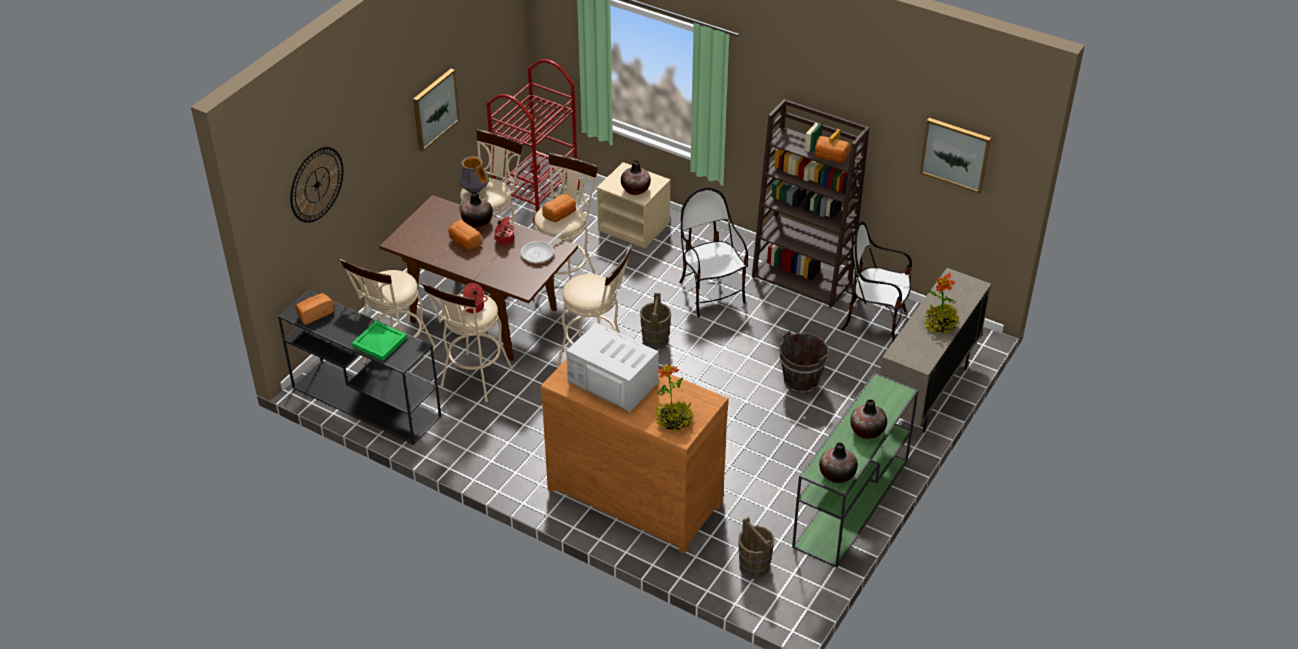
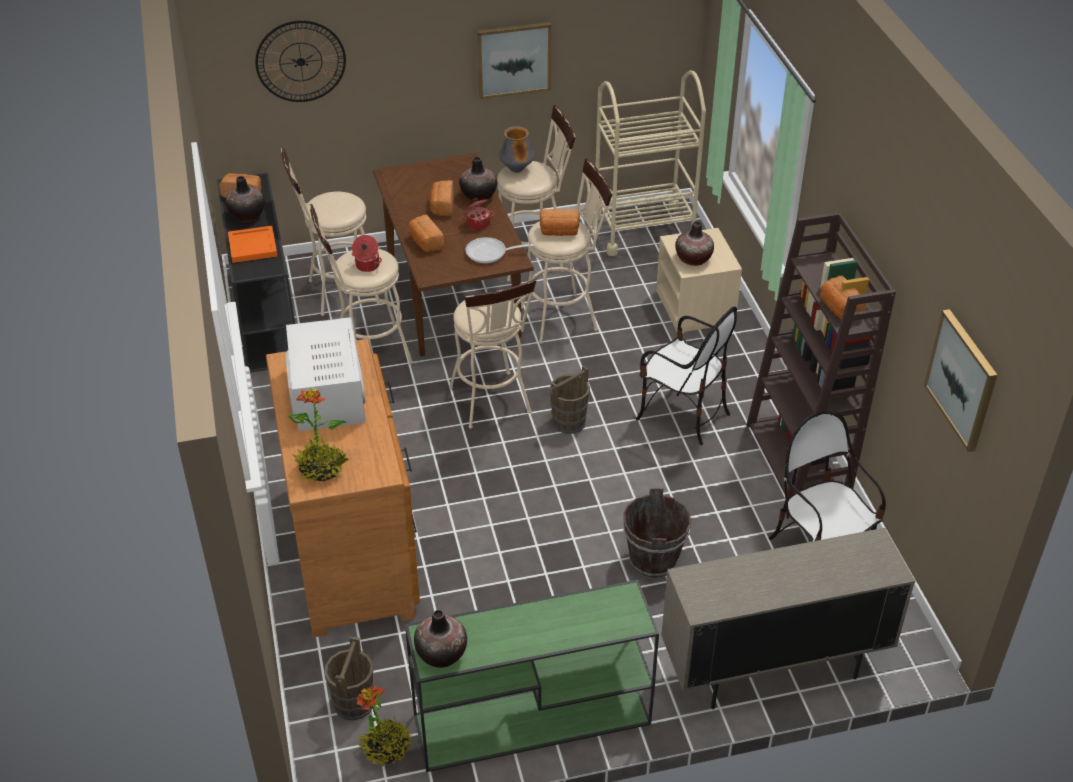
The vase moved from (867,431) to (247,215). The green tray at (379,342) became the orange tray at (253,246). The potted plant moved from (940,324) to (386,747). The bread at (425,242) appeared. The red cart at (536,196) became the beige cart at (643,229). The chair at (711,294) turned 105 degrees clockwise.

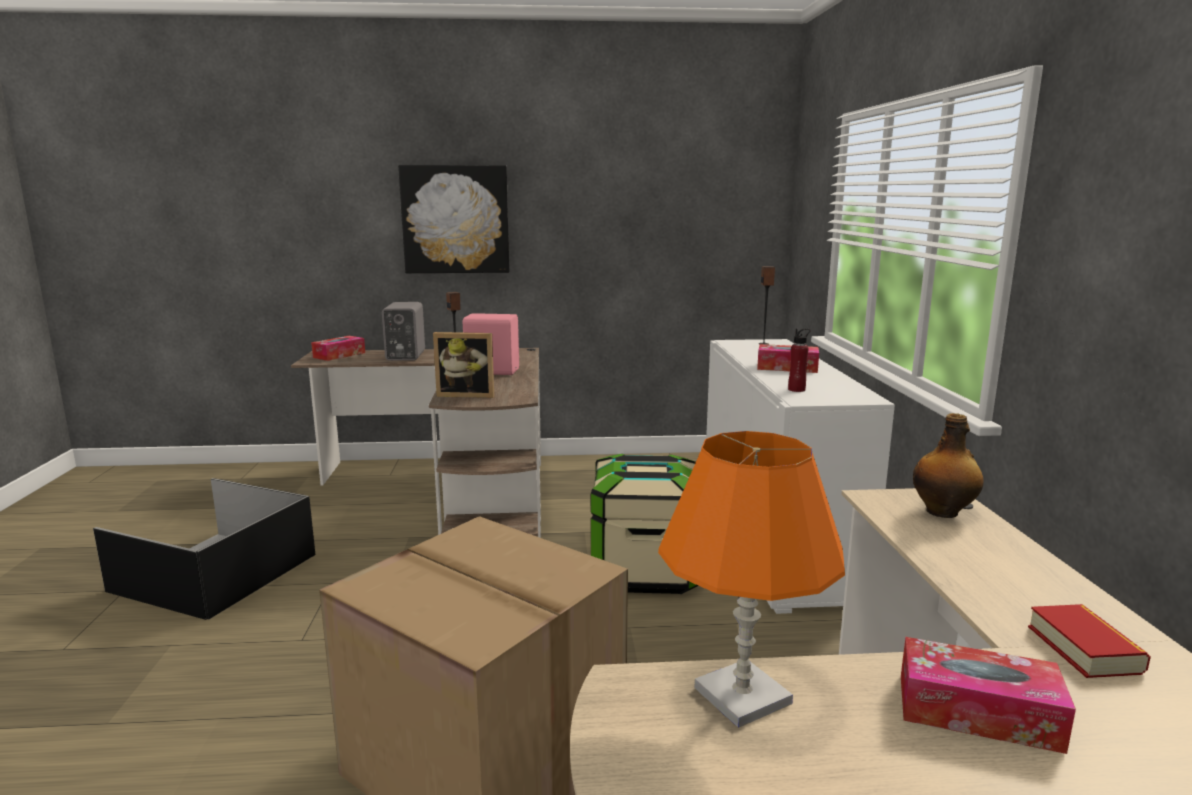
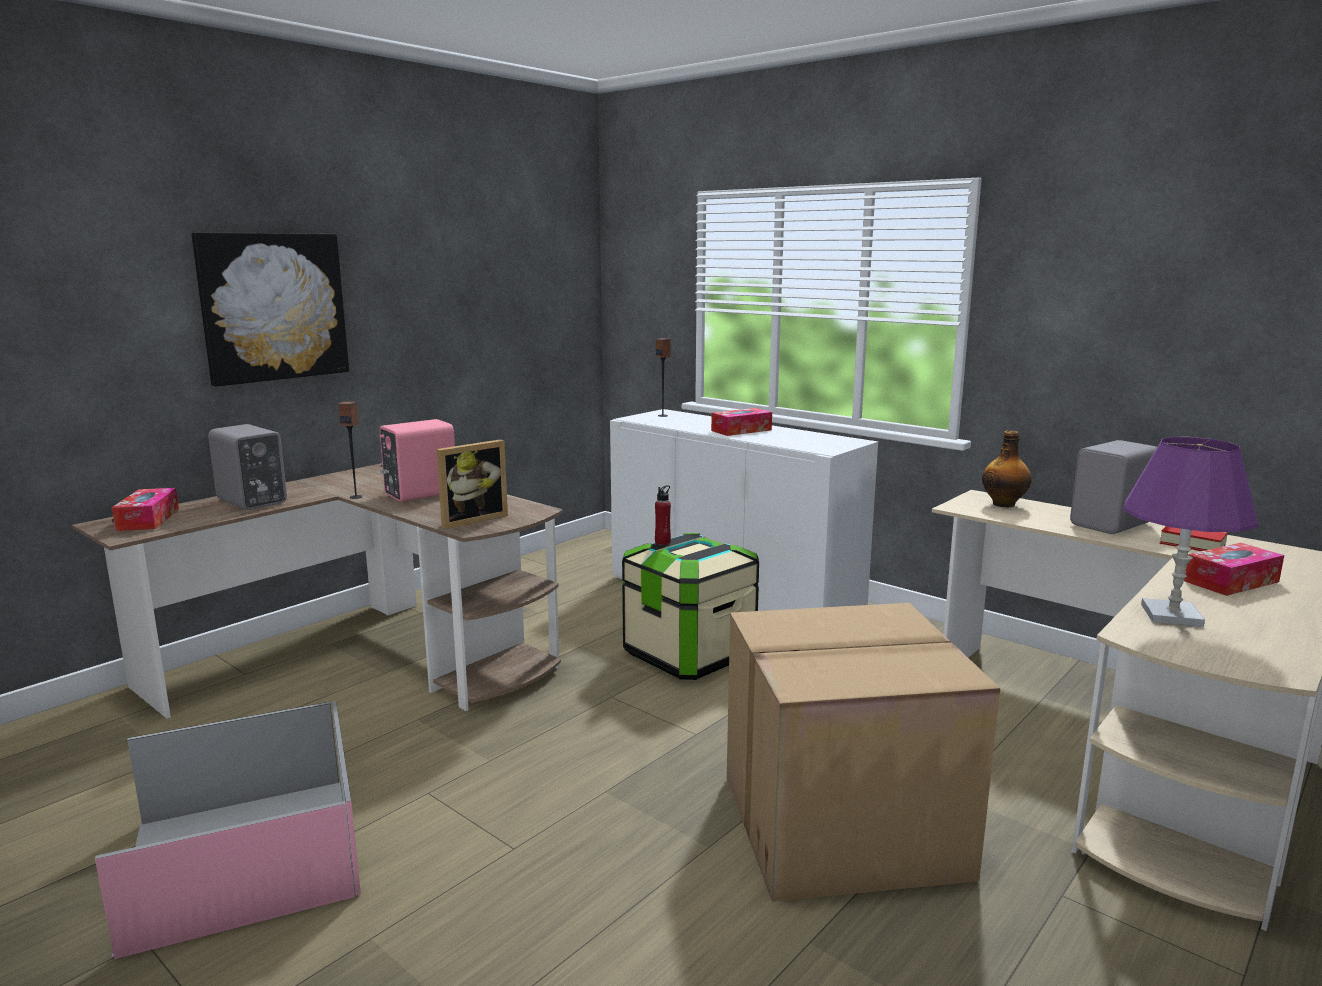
The black storage box at (217,571) became the pink storage box at (244,855). The red bottle moved from (796,389) to (662,542). The grey speaker at (1112,524) appeared. The orange table lamp at (742,696) became the purple table lamp at (1172,615).

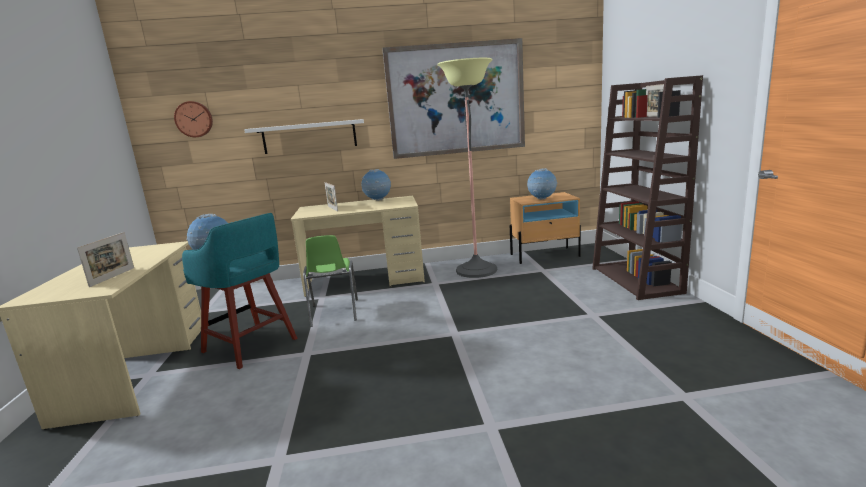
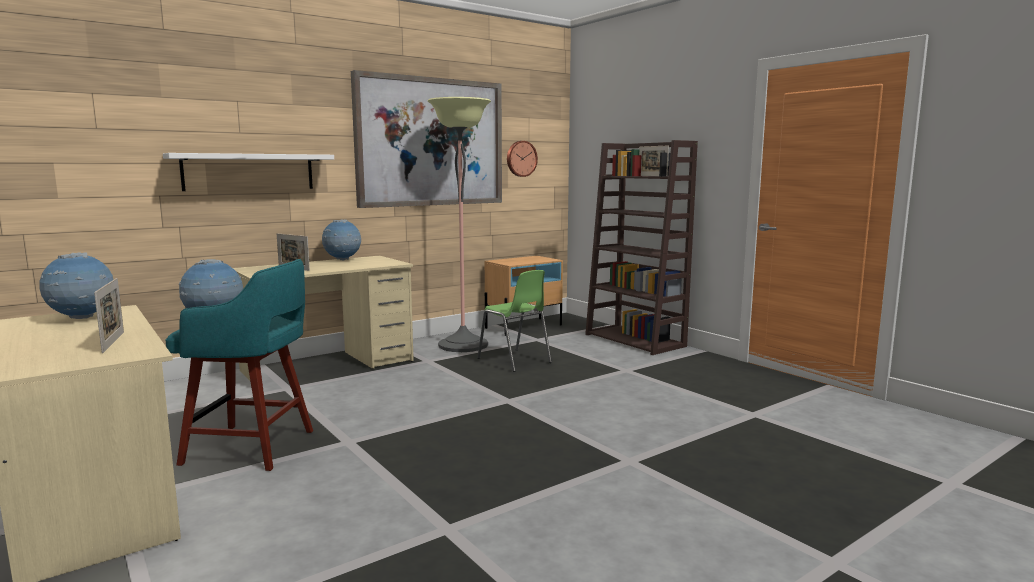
The globe moved from (542,199) to (82,319). The green chair moved from (334,313) to (515,361). The wall clock moved from (194,119) to (521,158).

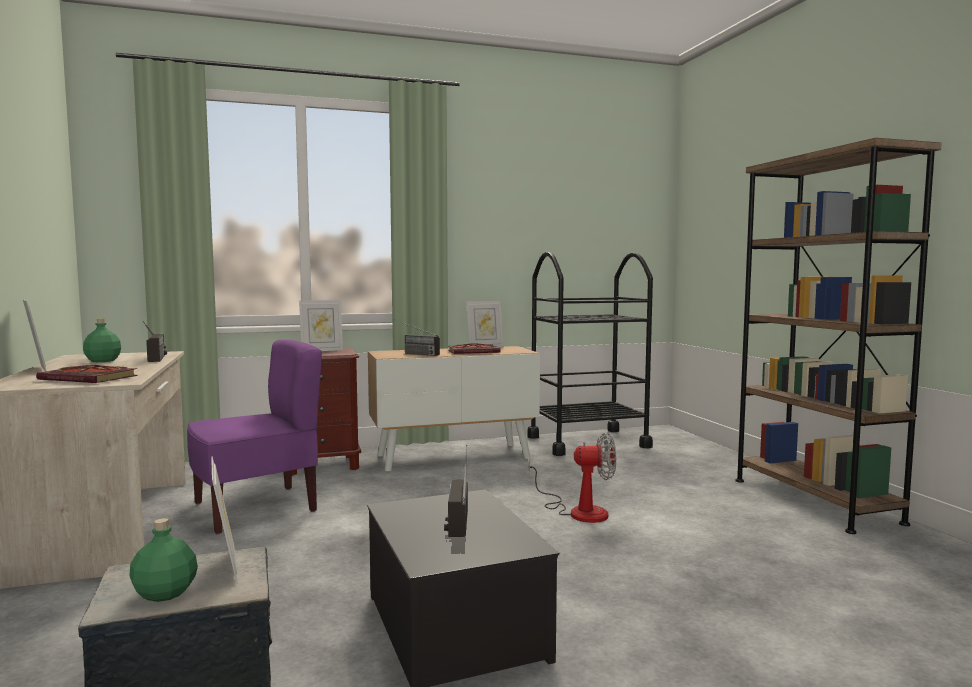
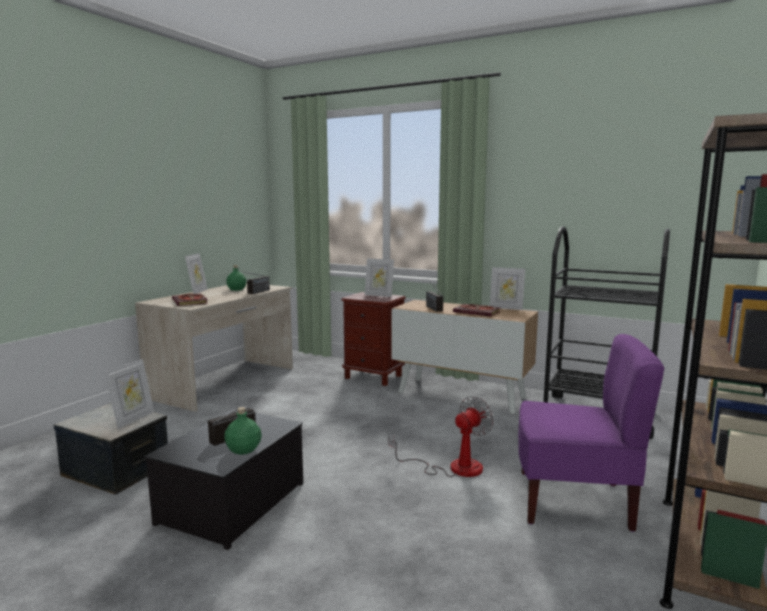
The green bottle moved from (165,593) to (244,449). The fan at (578,511) turned 90 degrees counterclockwise. The purple chair moved from (256,508) to (574,501).

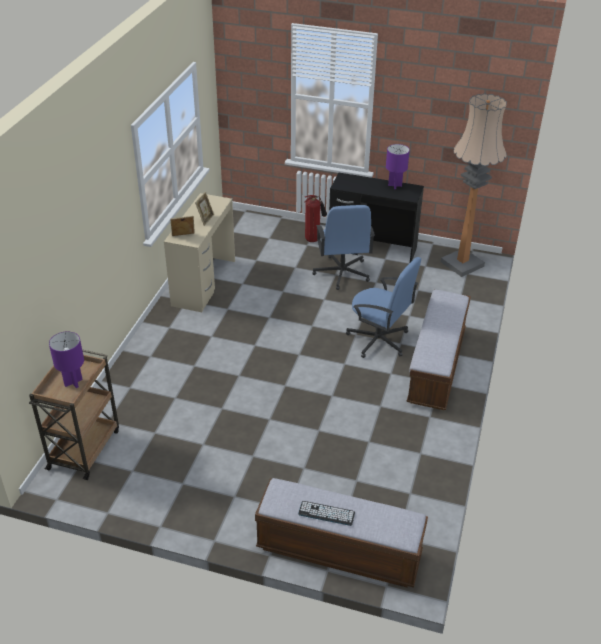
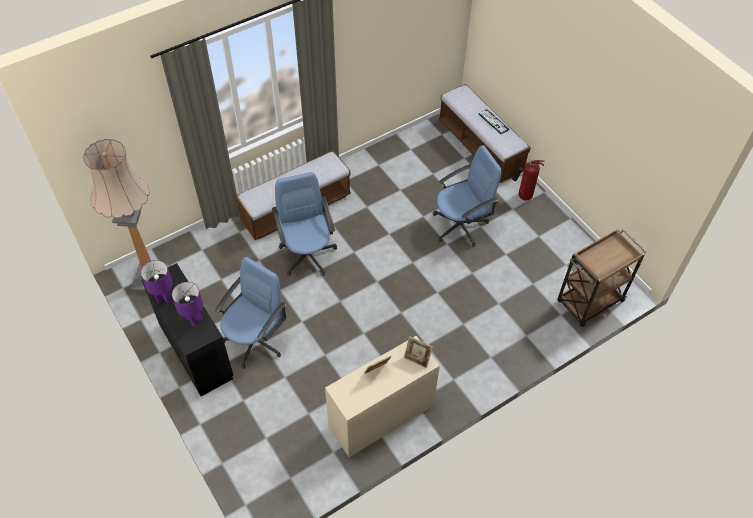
The purple table lamp moved from (73,382) to (194,319). The blue office chair at (461,225) appeared. The fire extinguisher moved from (313,239) to (523,196).

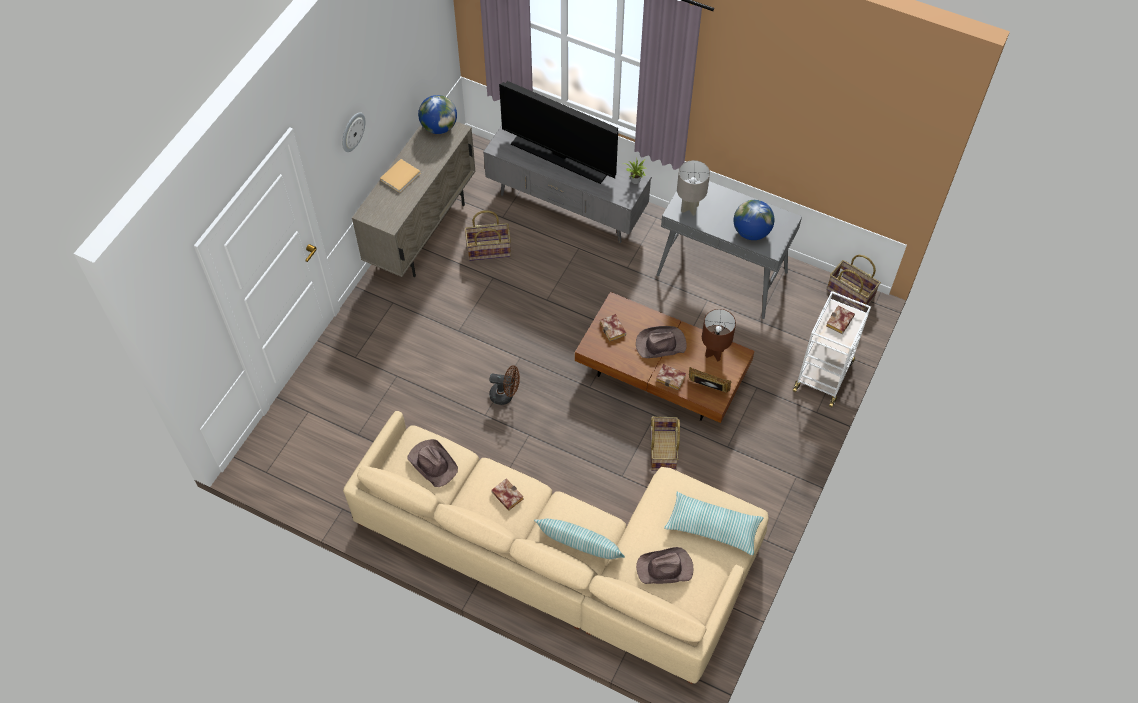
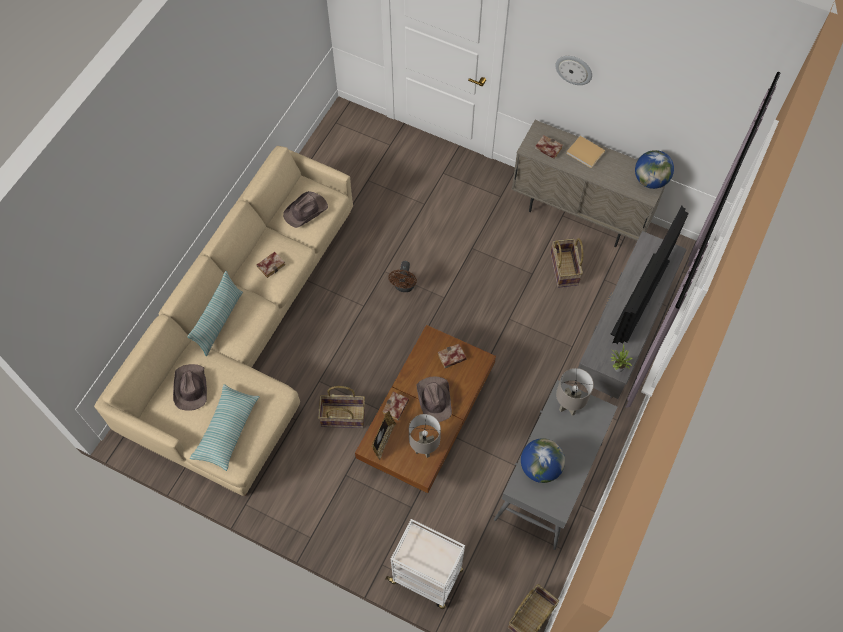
The brown table lamp at (714,353) became the grey table lamp at (424,449). The book moved from (840,323) to (547,148).

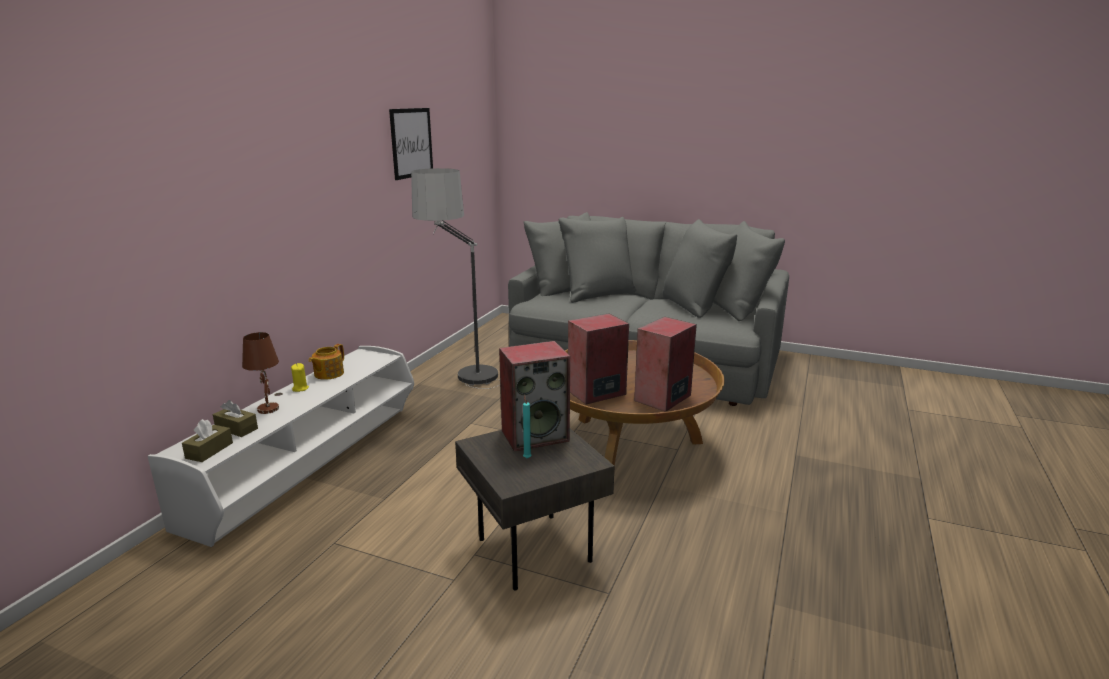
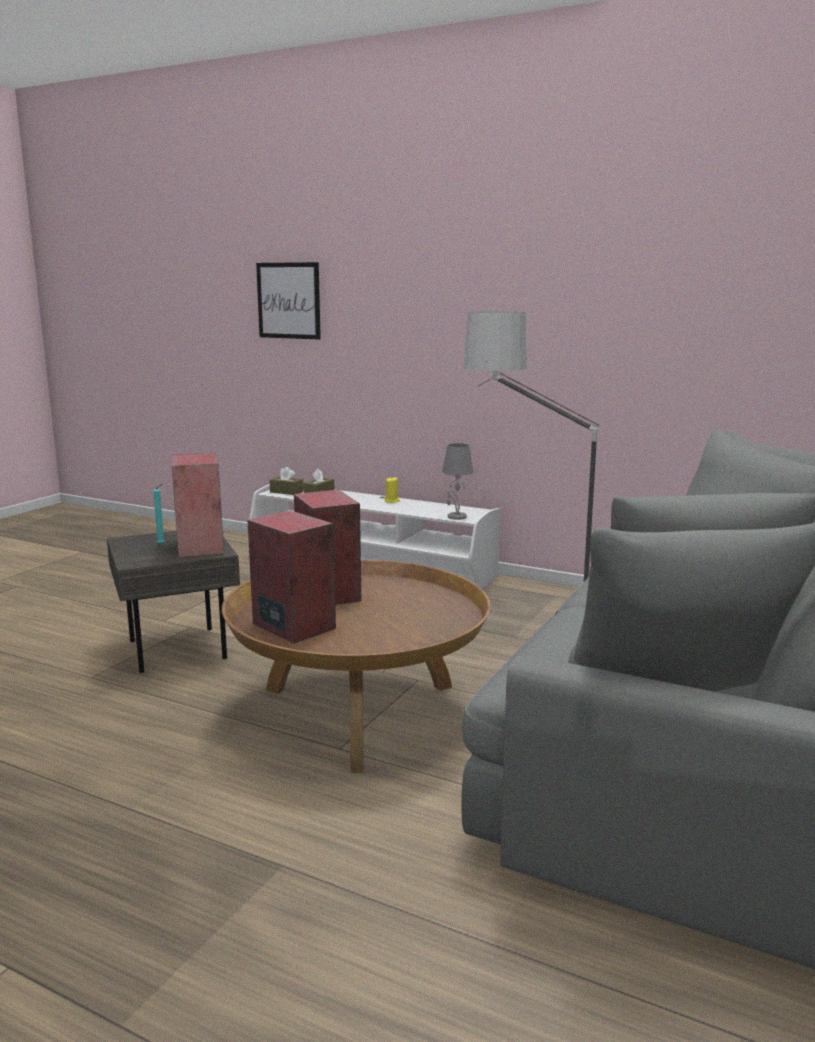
The picture moved from (411,143) to (288,300). The grey table lamp at (456,517) appeared. The brown table lamp at (268,409) disappeared. The teapot at (328,374) disappeared.

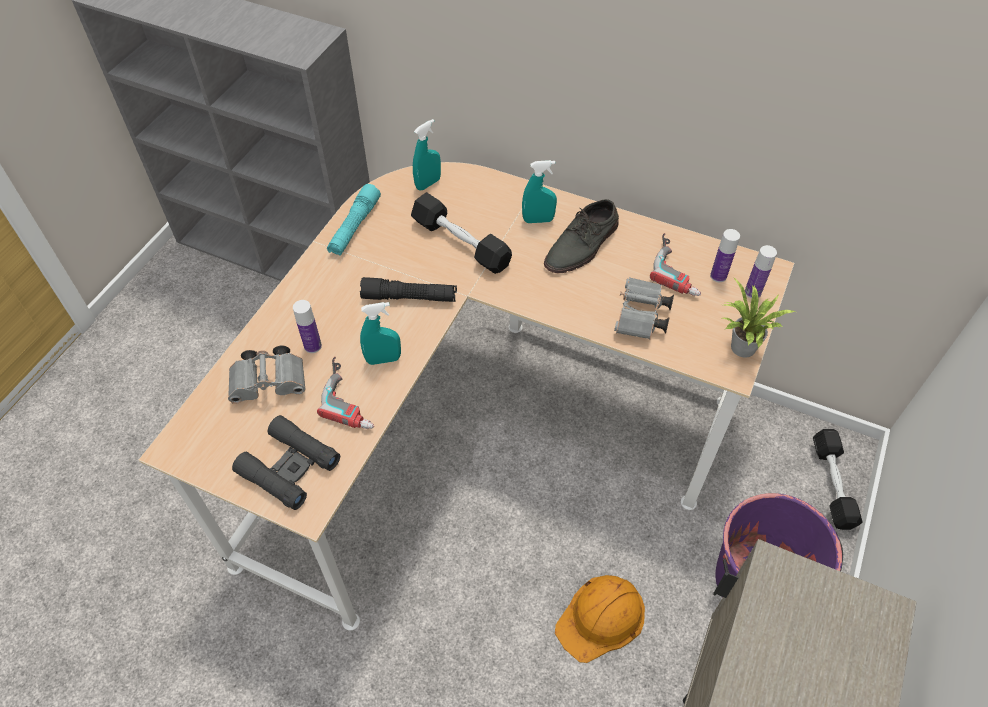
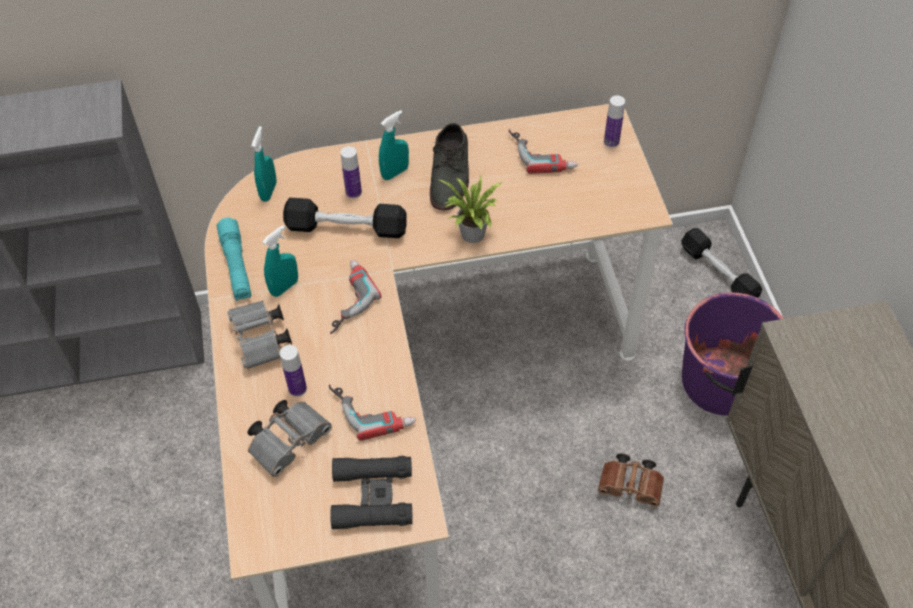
The grey binoculars moved from (640,318) to (261,342). The turquoise spray bottle moved from (383,359) to (284,287). The black flashlight at (409,297) was replaced by the power drill at (344,299). The bottle moved from (718,276) to (353,192). The potted plant moved from (740,349) to (472,236). The orange hard hat at (601,618) was replaced by the brown binoculars at (632,486).

